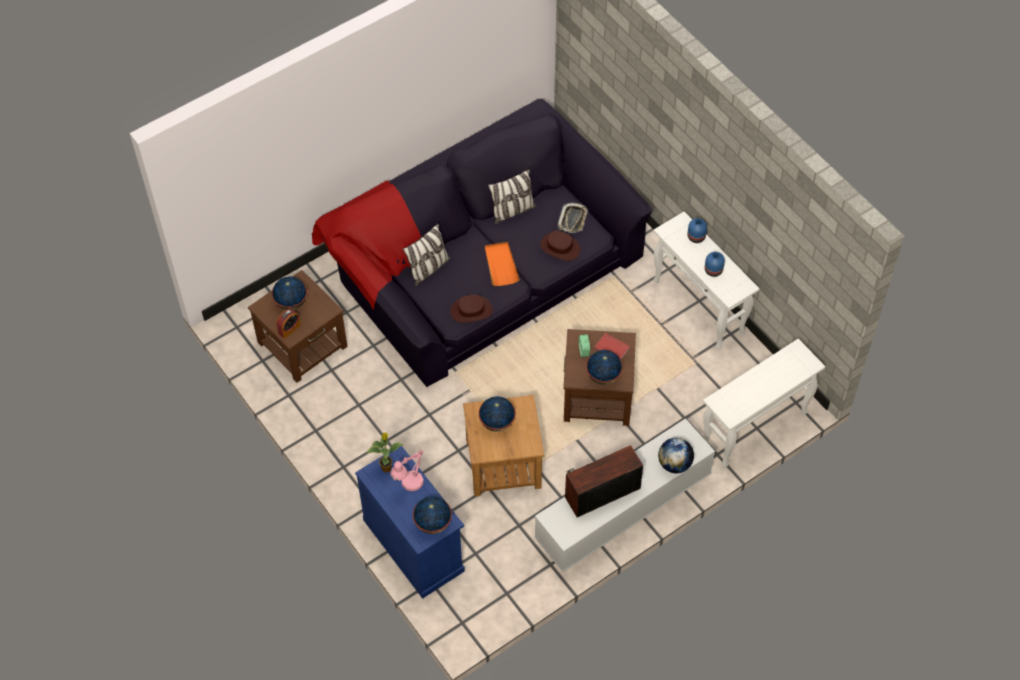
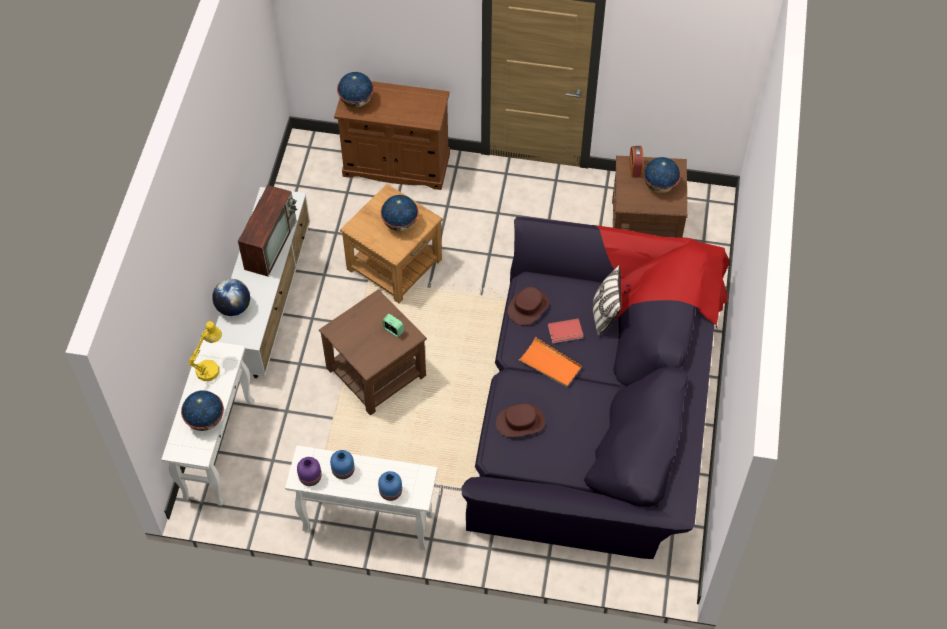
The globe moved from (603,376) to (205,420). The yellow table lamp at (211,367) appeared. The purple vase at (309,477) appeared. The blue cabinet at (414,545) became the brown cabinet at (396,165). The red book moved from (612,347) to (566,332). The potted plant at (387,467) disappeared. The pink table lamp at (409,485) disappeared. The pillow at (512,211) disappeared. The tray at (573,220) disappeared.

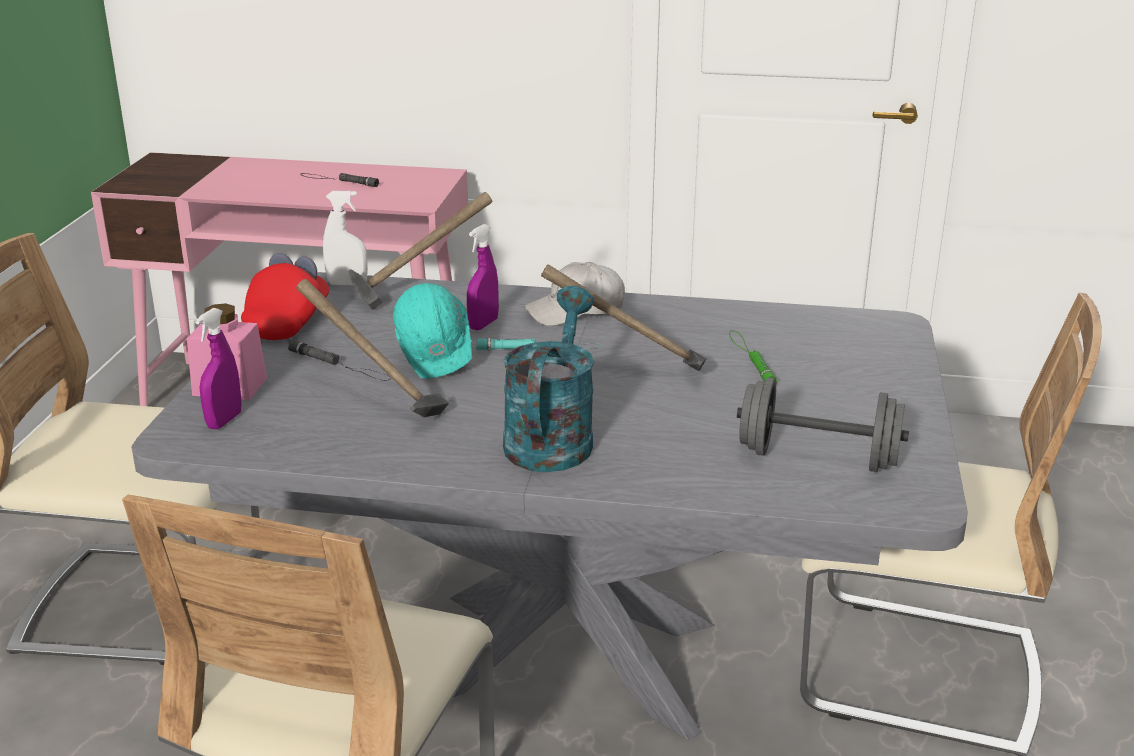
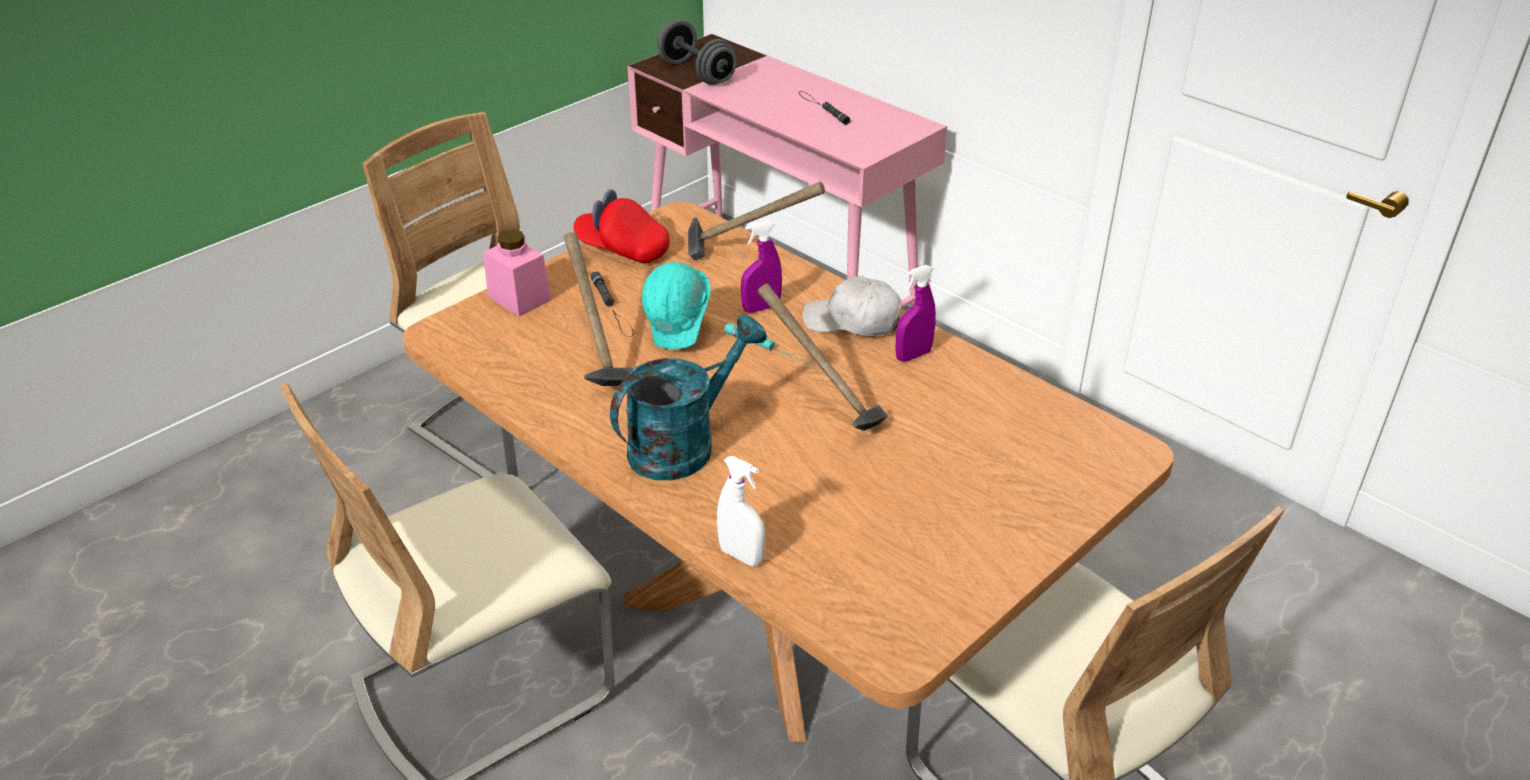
The grey dining table at (566,658) became the brown dining table at (763,621). The red cap at (288,321) turned 120 degrees counterclockwise. The grey dumbbell moved from (818,458) to (696,73). The white spray bottle moved from (347,284) to (741,556). The purple spray bottle moved from (224,421) to (913,355). The green flashlight at (750,358) disappeared.

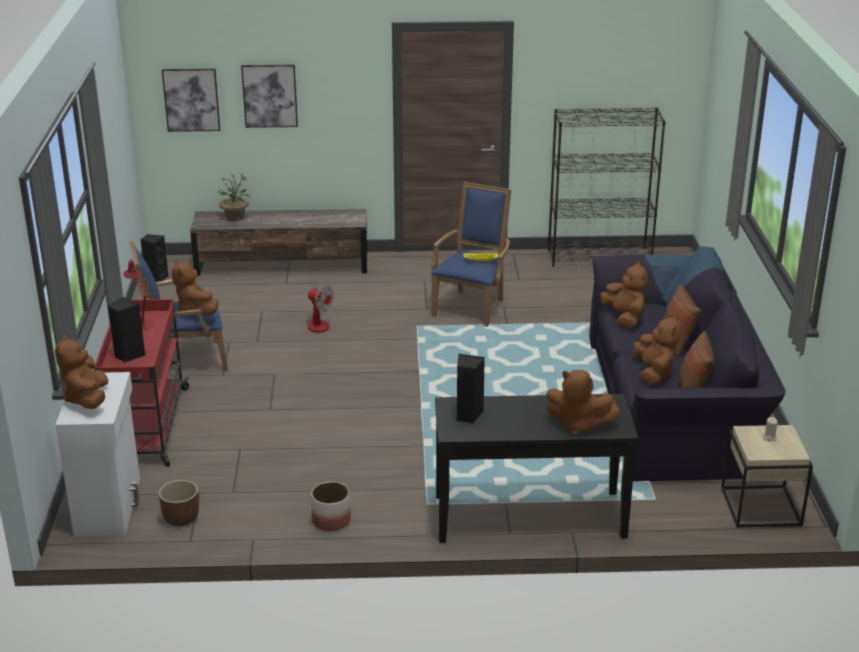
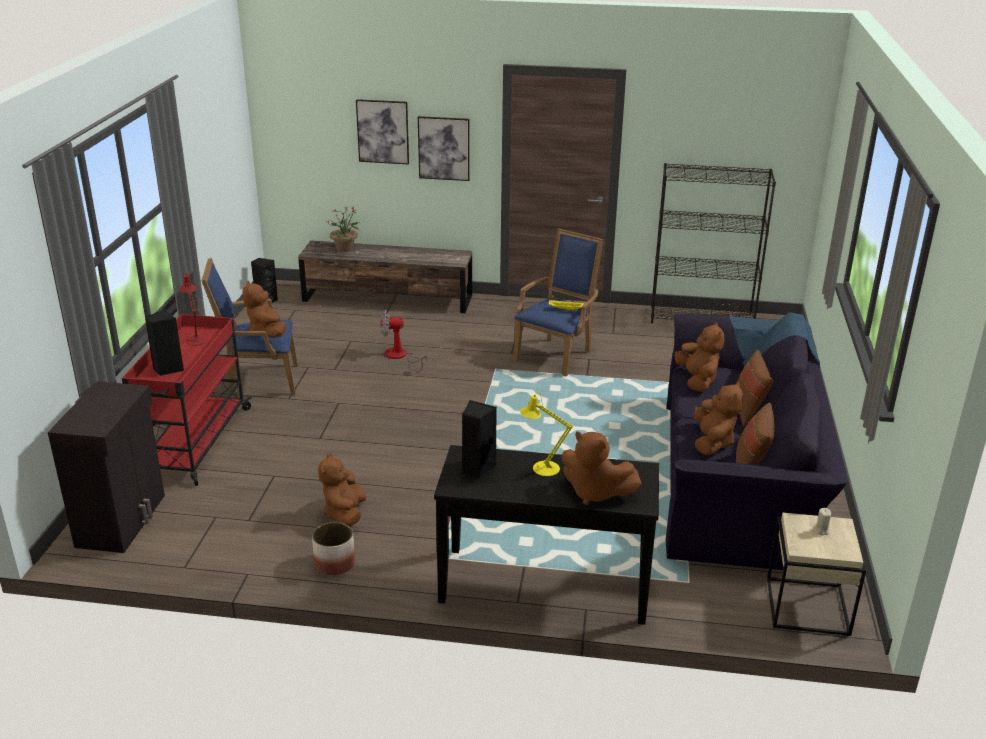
The white cabinet at (109,506) became the black cabinet at (123,520). The brown plush toy moved from (87,399) to (345,514). The fan at (318,323) turned 135 degrees clockwise. The picture moved from (191,99) to (444,148). The yellow table lamp at (542,468) appeared. The brown planter at (182,518) disappeared.

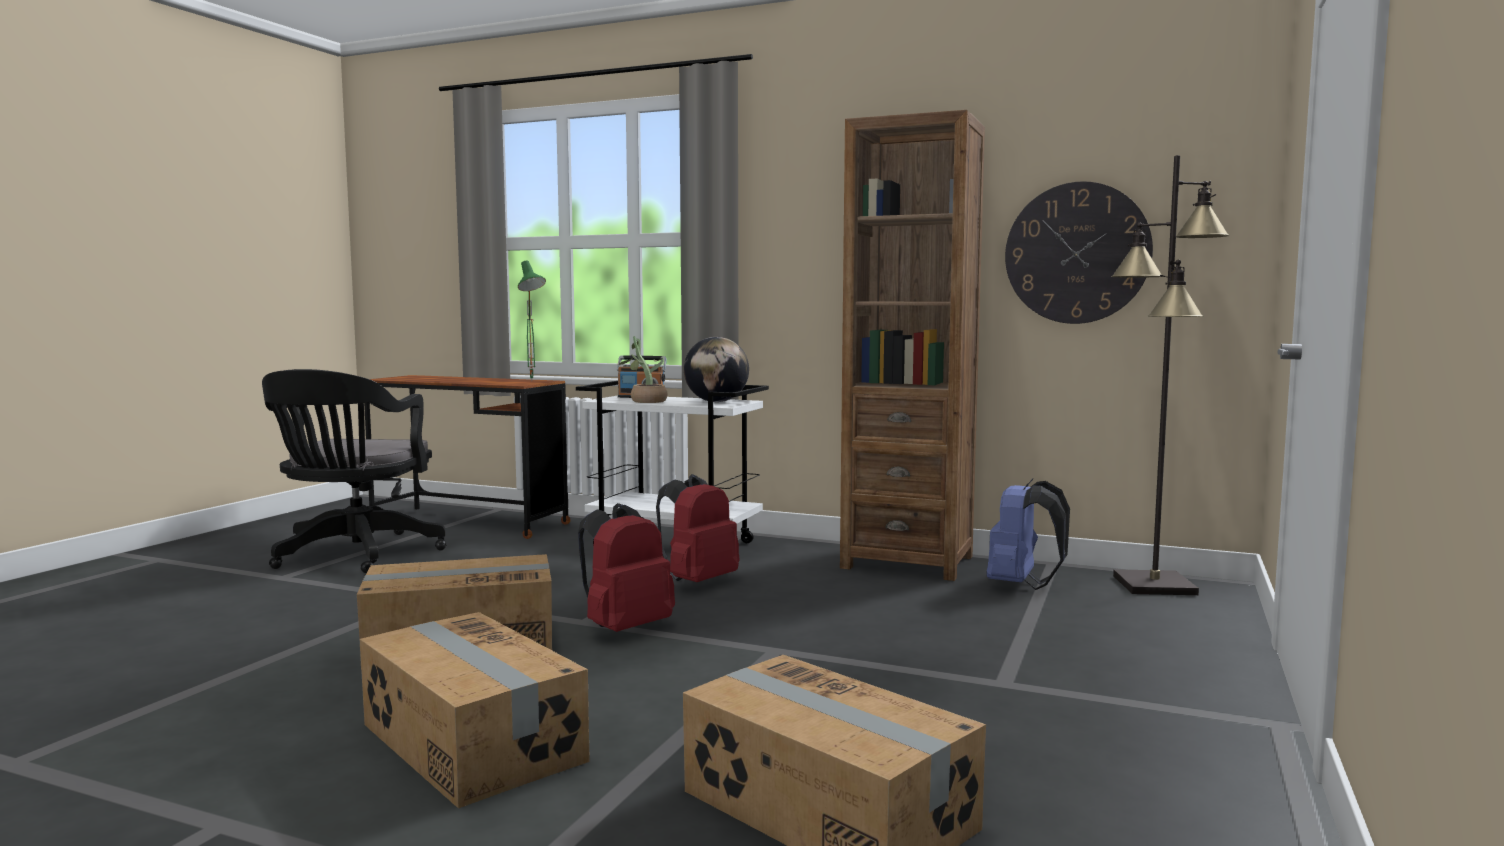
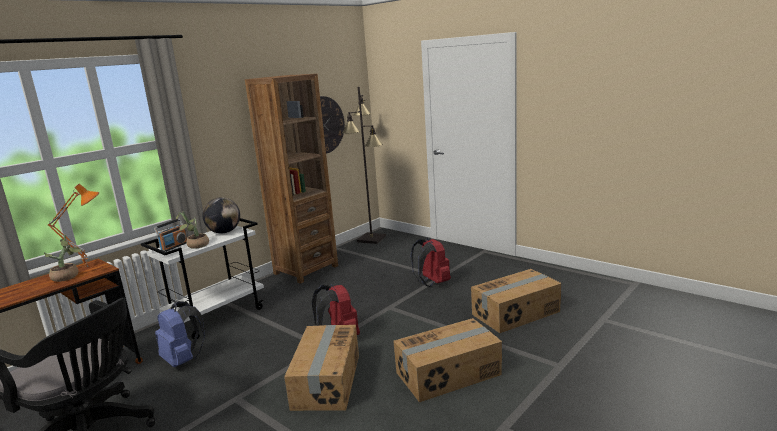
The potted plant at (68,277) appeared. The green table lamp at (534,381) became the orange table lamp at (88,266). The blue backpack moved from (1021,585) to (183,360). The red backpack moved from (697,581) to (432,283).

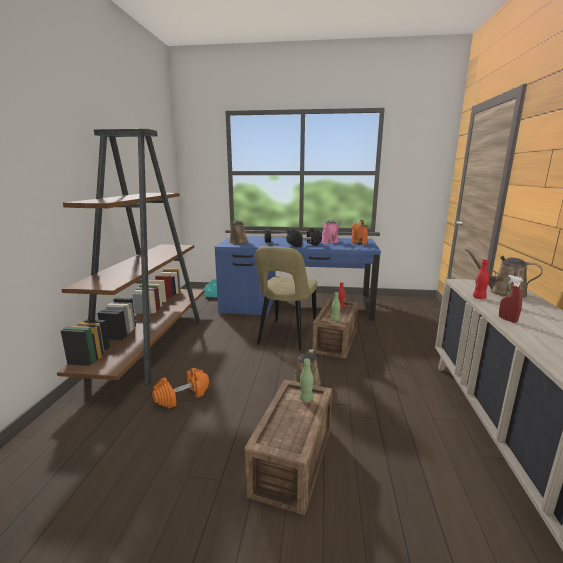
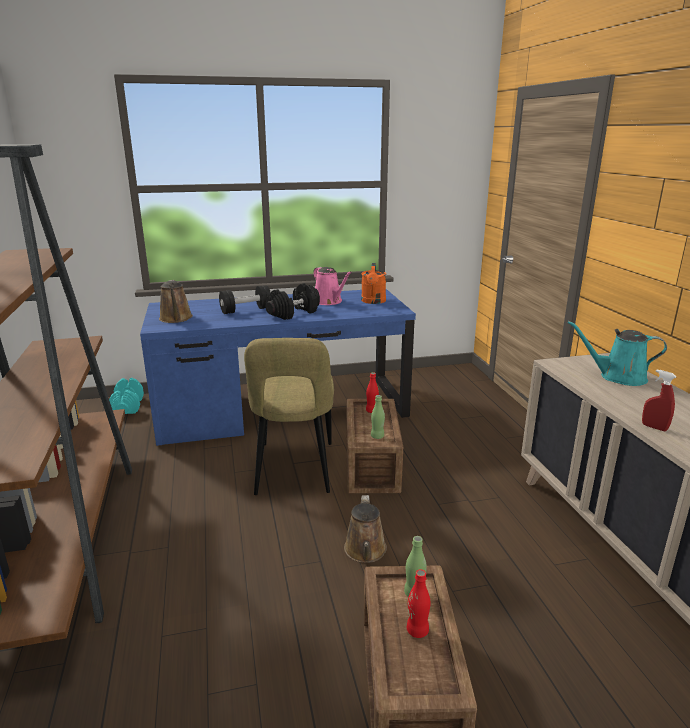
The red bottle moved from (479,297) to (417,630). The brown watering can at (503,292) became the turquoise watering can at (618,377). The orange dumbbell at (182,396) disappeared.

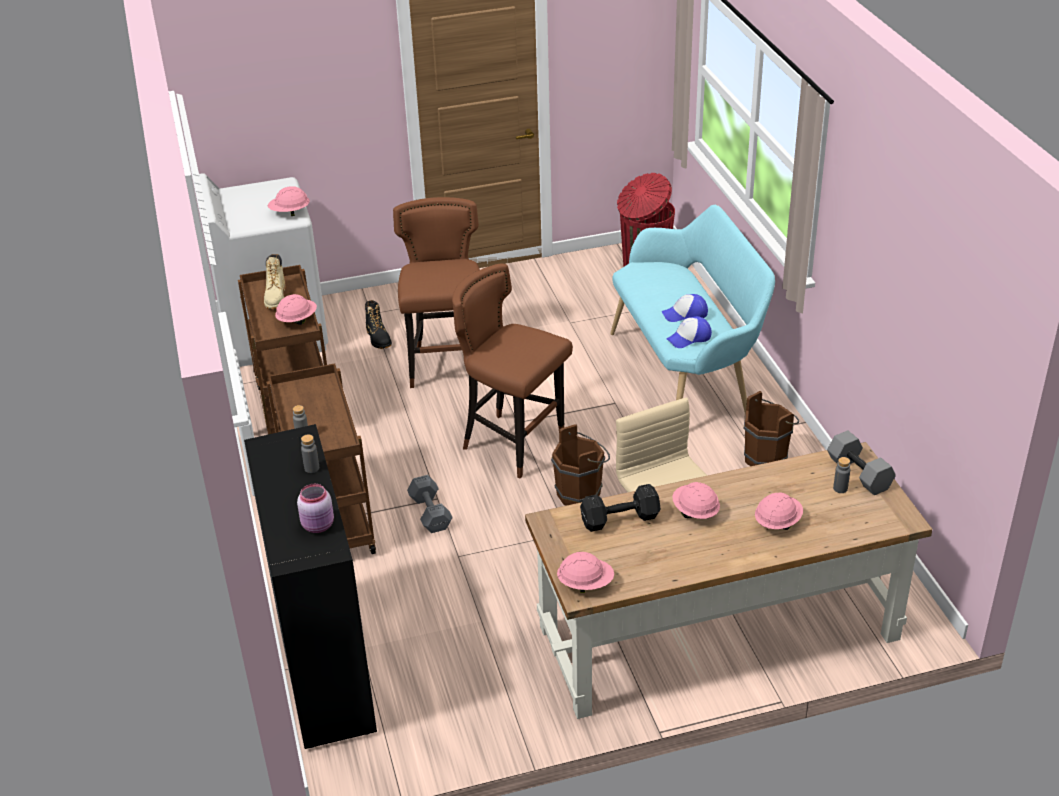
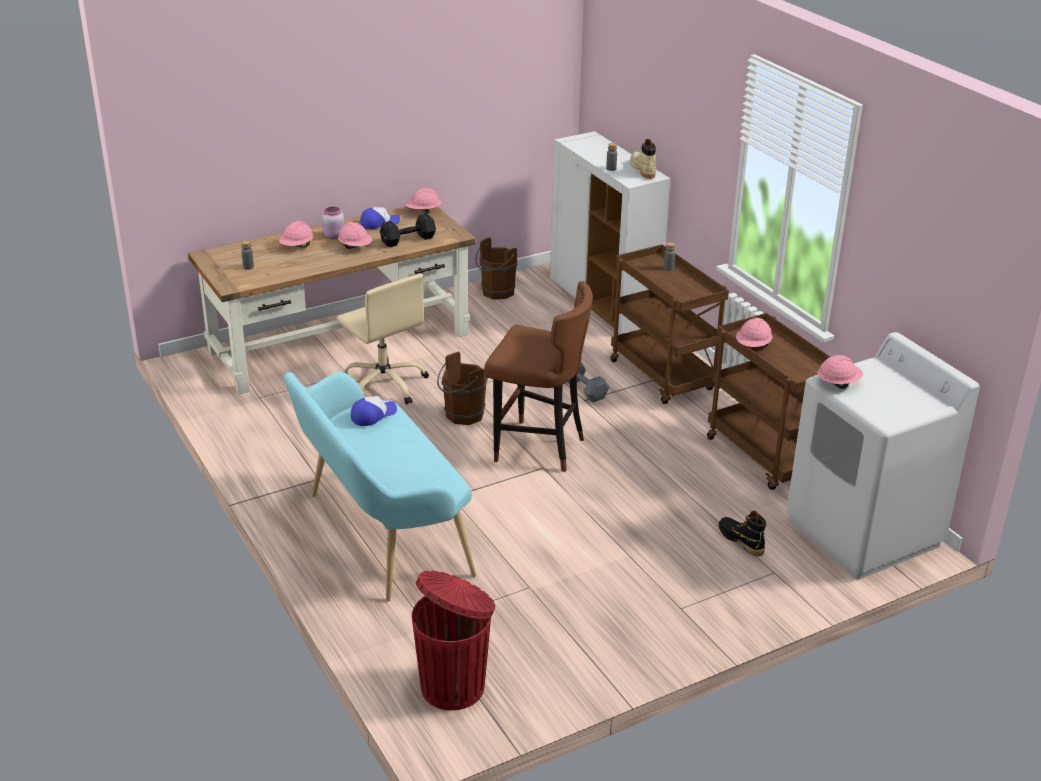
The pink jar moved from (319,525) to (333,236). The cap moved from (685,314) to (379,223). The brown bucket moved from (768,457) to (496,293). The black cabinet at (323,668) became the white cabinet at (604,303). The beige boot moved from (276,297) to (642,169). The brown stool at (447,366) disappeared. The grey dumbbell at (860,474) disappeared.

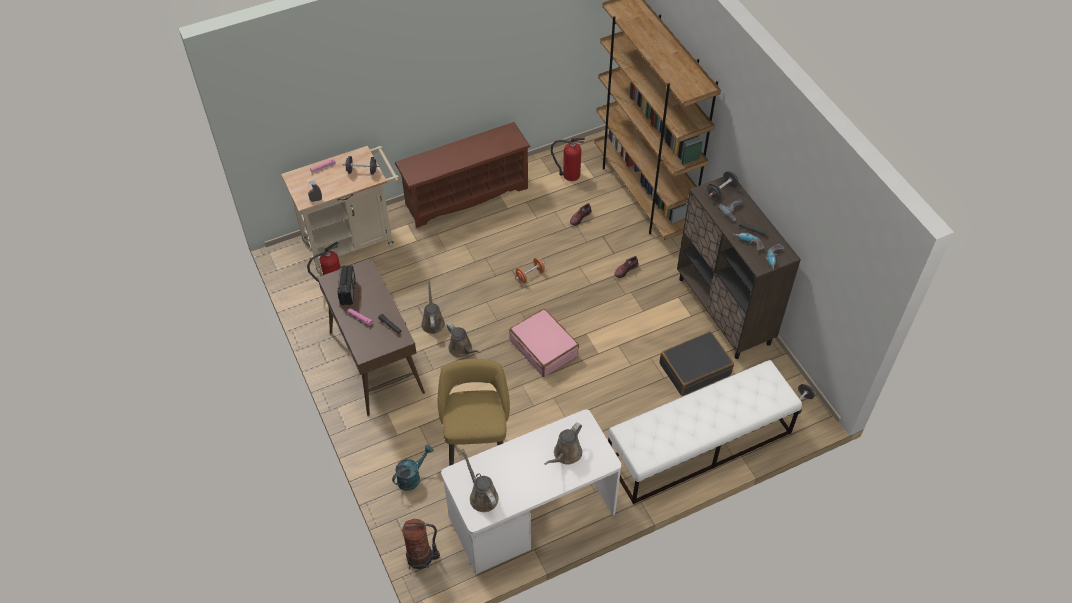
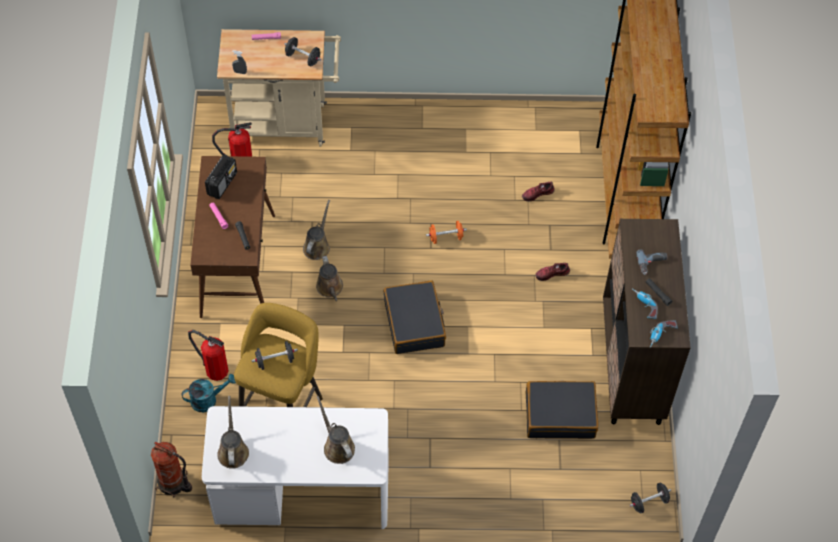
The fire extinguisher moved from (569,175) to (214,369). The black dumbbell moved from (721,191) to (275,360). The brown watering can at (566,454) turned 90 degrees clockwise. The pink suitcase at (544,348) became the black suitcase at (414,323). The brown shoe rack at (466,195) disappeared. The white bench at (699,446) disappeared.

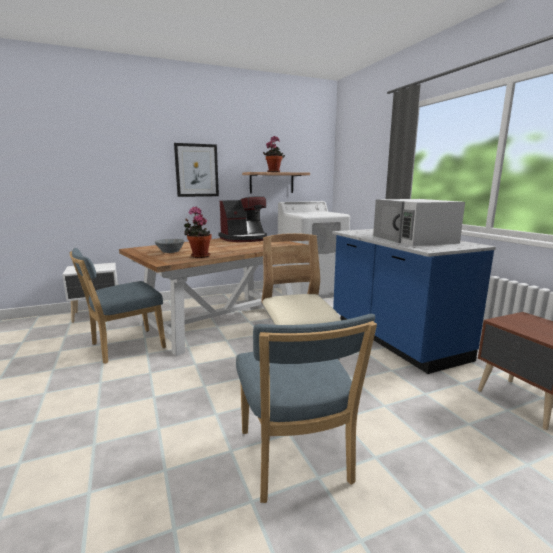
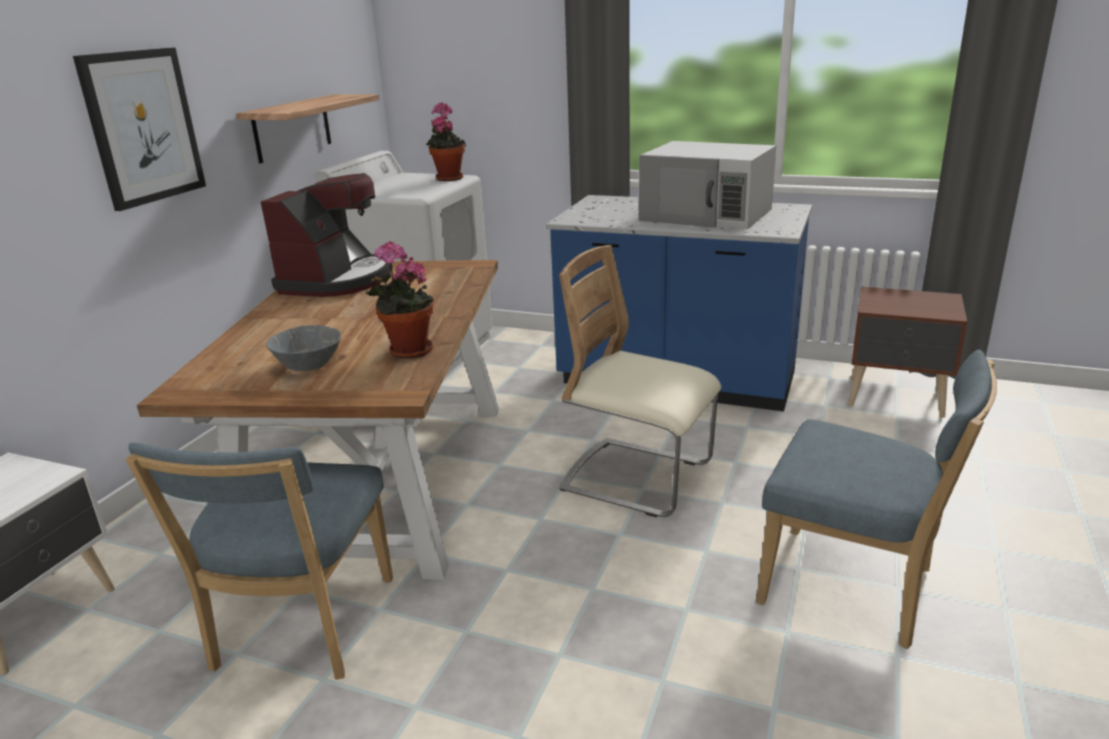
The potted plant moved from (274,172) to (448,178).

